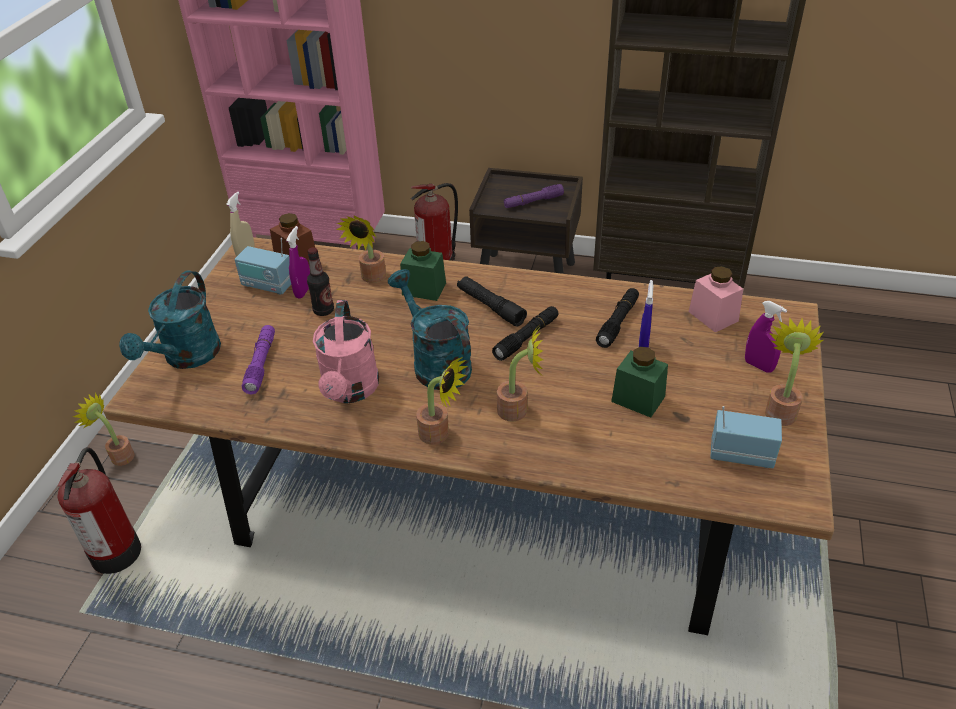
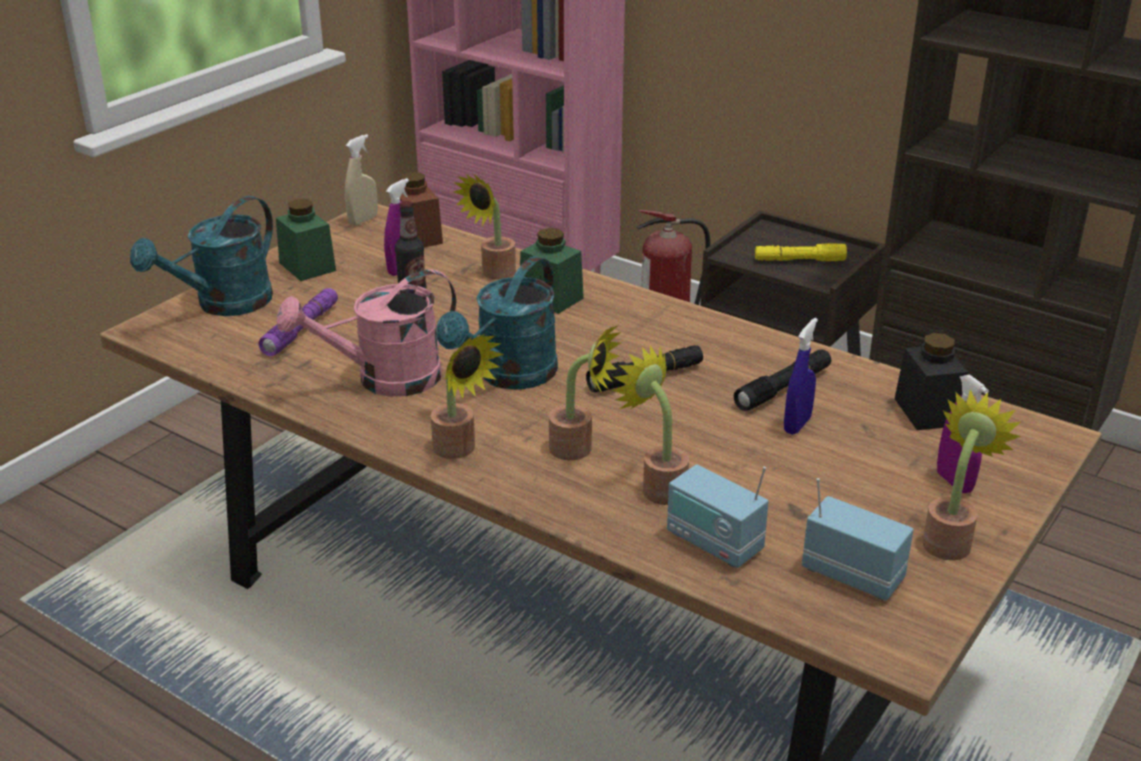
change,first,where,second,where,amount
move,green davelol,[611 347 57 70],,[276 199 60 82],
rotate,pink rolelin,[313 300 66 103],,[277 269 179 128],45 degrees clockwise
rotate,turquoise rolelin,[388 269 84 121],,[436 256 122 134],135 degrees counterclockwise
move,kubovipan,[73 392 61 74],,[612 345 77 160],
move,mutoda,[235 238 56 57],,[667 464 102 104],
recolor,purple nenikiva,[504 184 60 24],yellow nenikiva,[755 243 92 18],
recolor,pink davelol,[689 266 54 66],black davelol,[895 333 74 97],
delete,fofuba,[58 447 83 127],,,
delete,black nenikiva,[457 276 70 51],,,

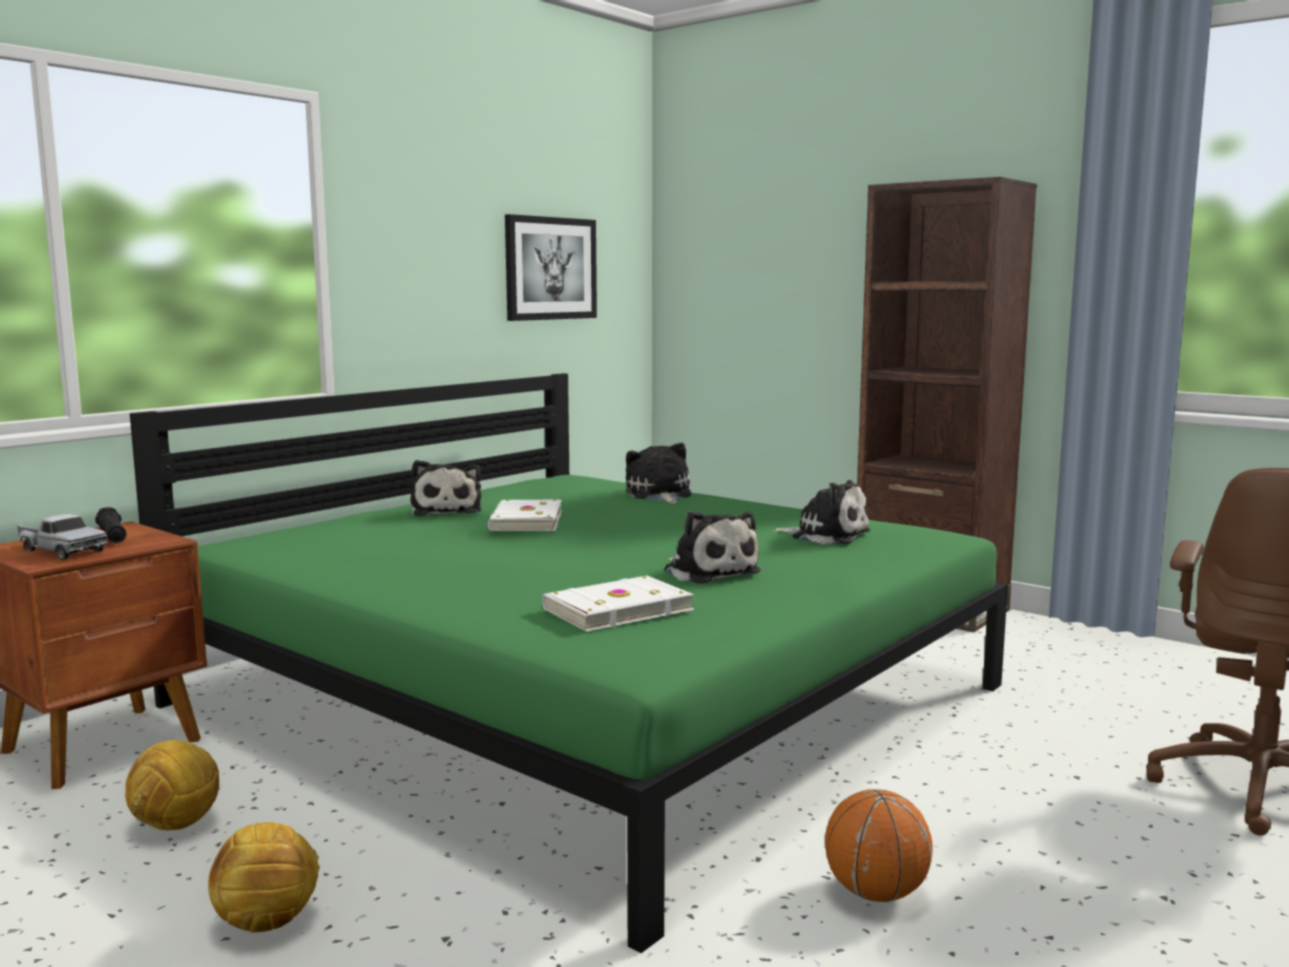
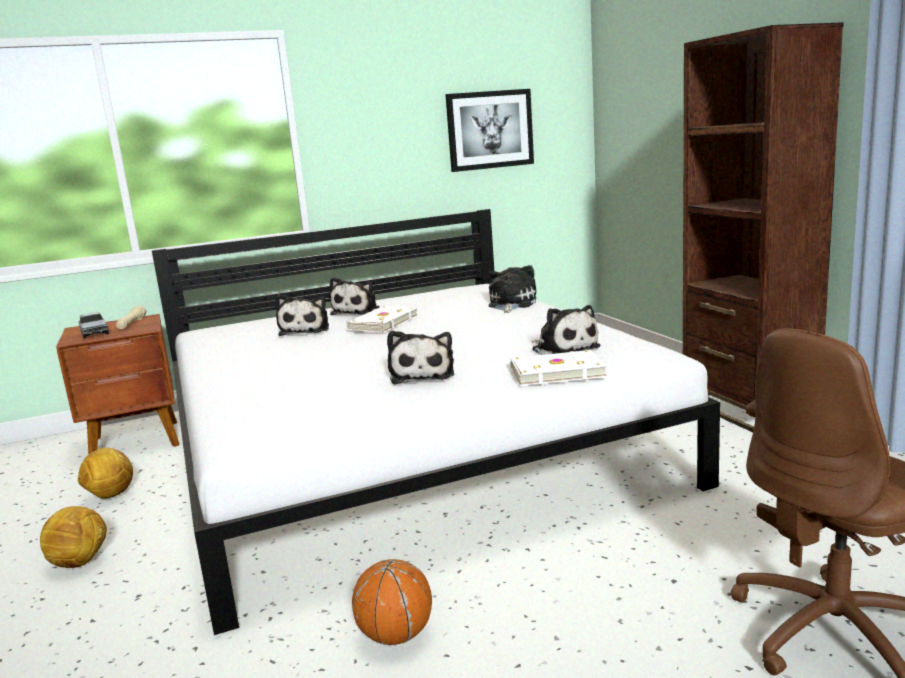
change,first,where,second,where,amount
recolor,black nenikiva,[95 507 32 36],beige nenikiva,[116 306 31 23],
recolor,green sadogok,[130 373 878 580],white sadogok,[152 209 568 426],
insert,,,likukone,[275 295 54 41],
move,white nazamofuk,[542 576 152 56],,[510 350 97 36],

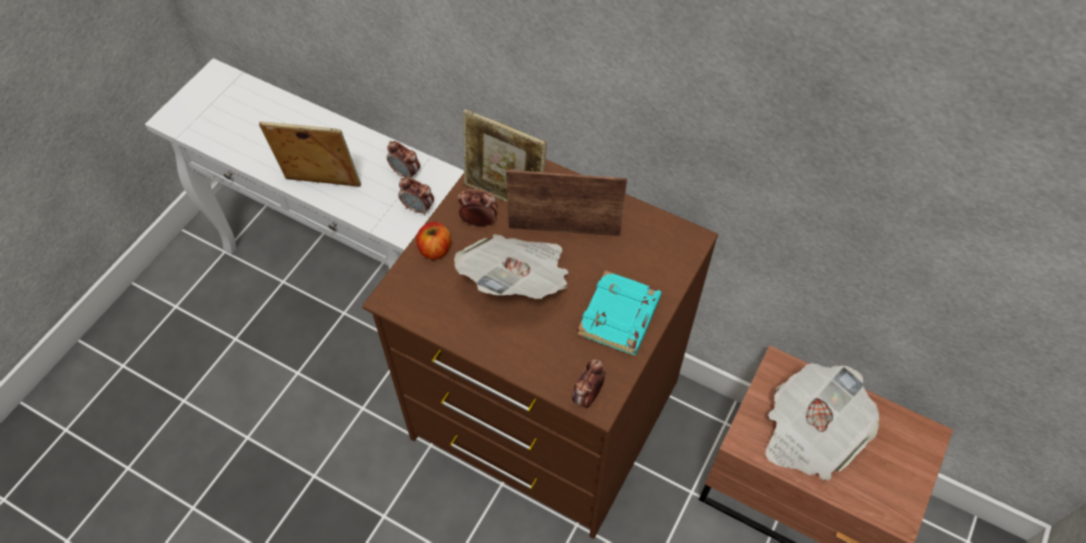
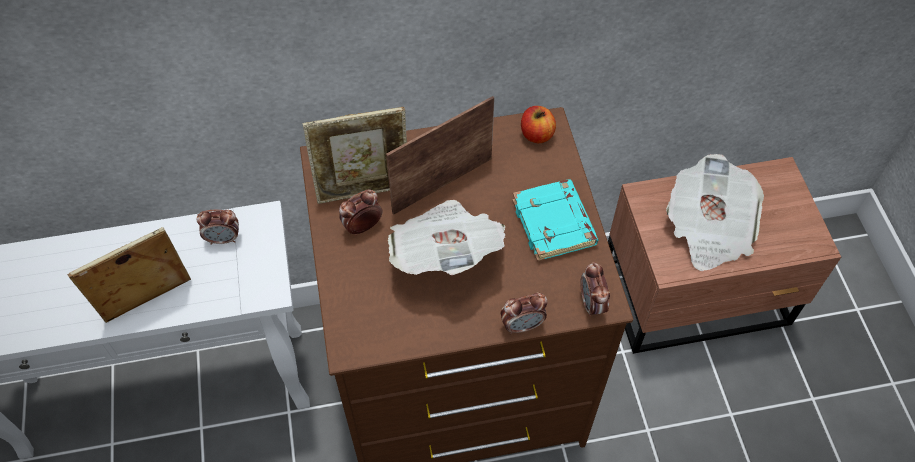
change,first,where,second,where,amount
move,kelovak,[398 177 36 38],,[500 292 48 42],
move,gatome,[416 222 35 38],,[521 106 35 37],

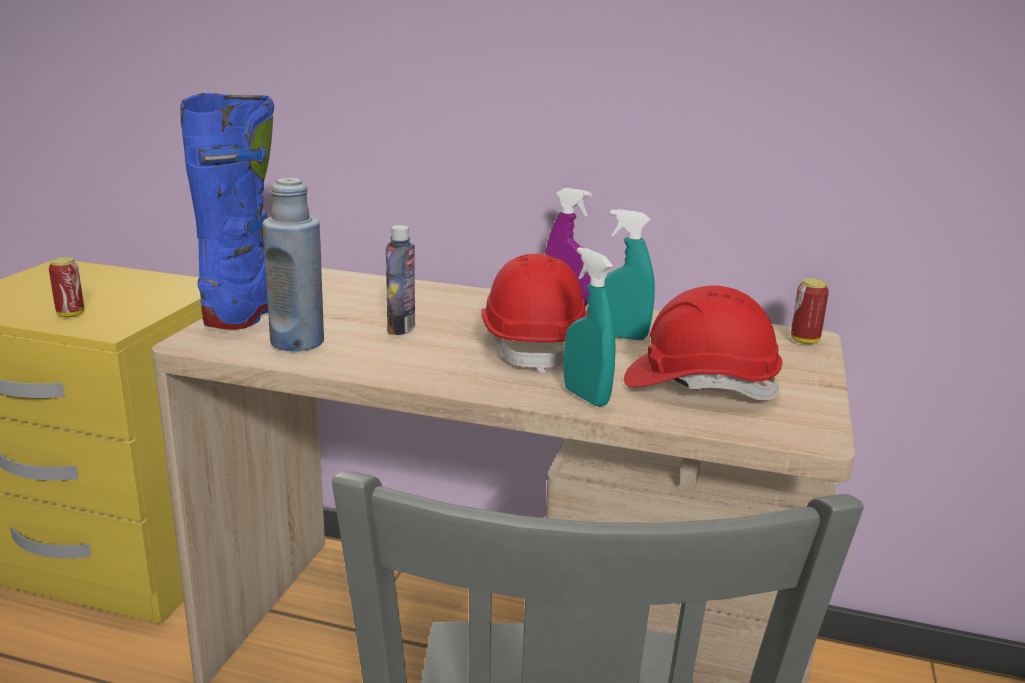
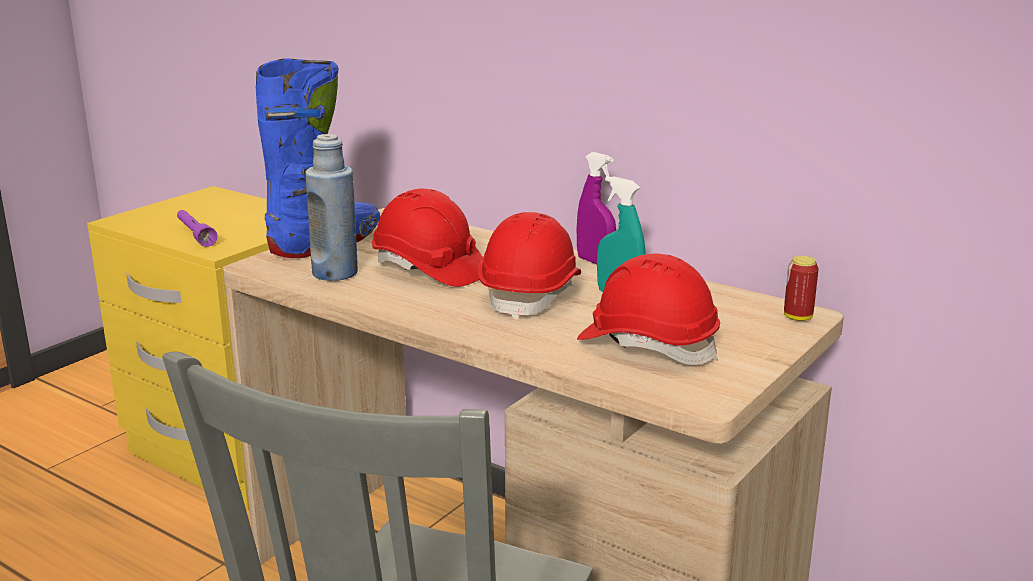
change,first,where,second,where,amount
replace,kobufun,[49 257 35 60],purple nenikiva,[177 210 40 37],
replace,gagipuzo,[386 225 29 110],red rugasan,[372 188 111 99],
delete,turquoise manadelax,[564 247 52 160],,,

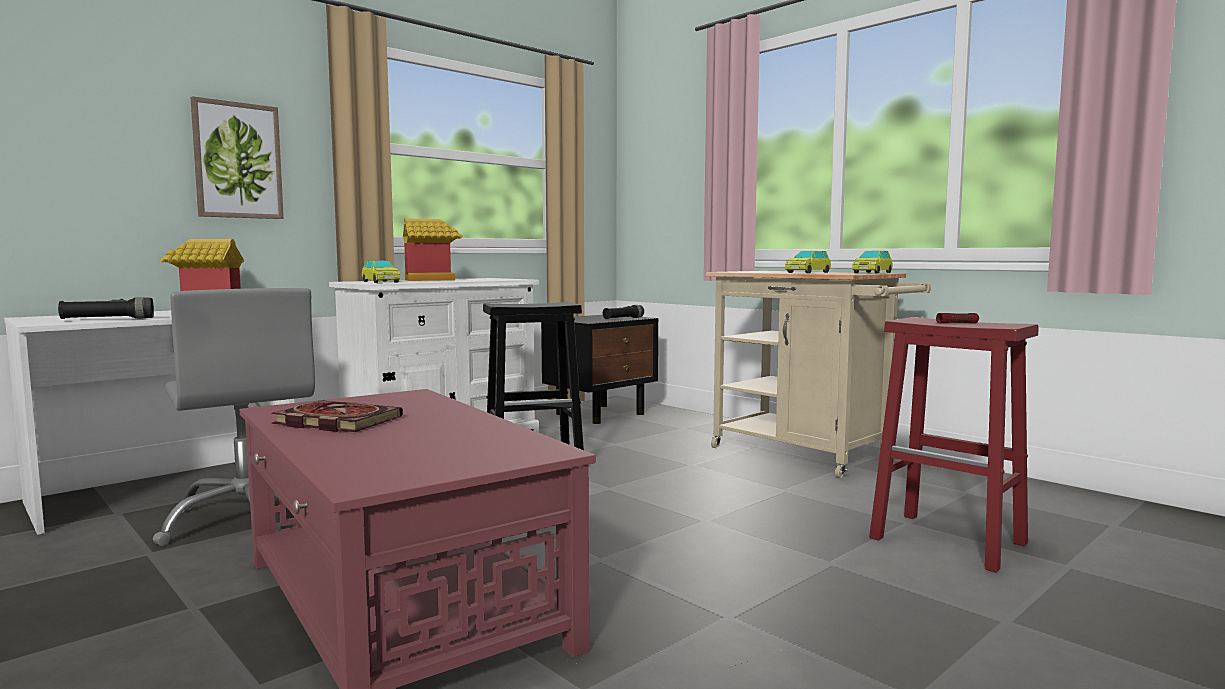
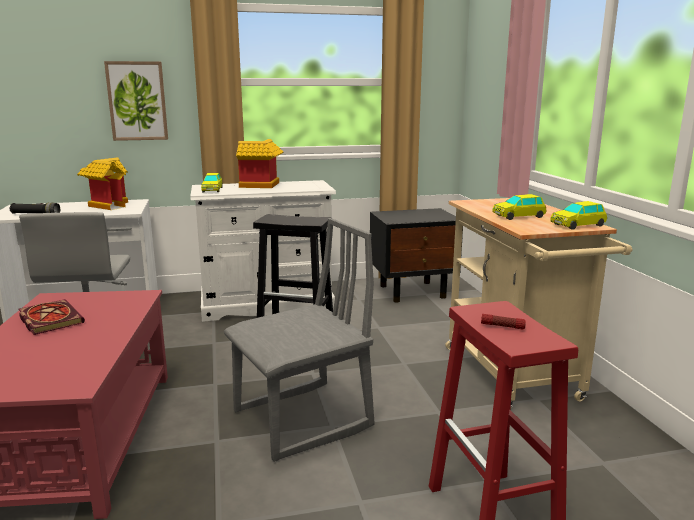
change,first,where,second,where,amount
insert,,,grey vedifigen,[224 218 150 244],
delete,black nenikiva,[603 305 41 14],,,

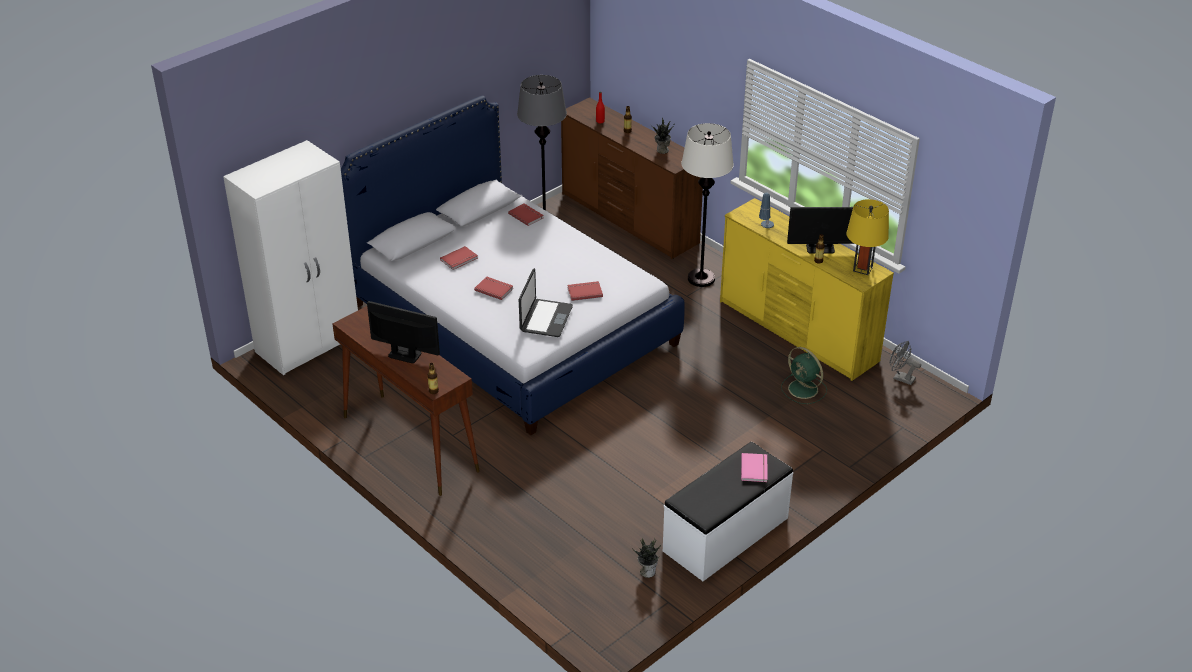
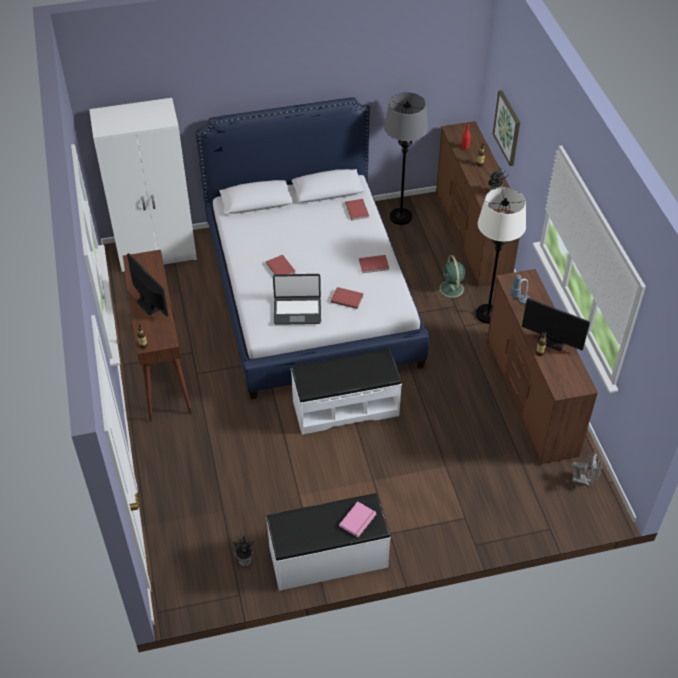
change,first,where,second,where,amount
rotate,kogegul,[519 268 54 69],,[273 274 48 51],45 degrees clockwise
insert,,,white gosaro,[291 348 111 87],
move,red nazamofuk,[440 246 38 24],,[359 255 30 18],
move,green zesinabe,[781 347 46 57],,[435 255 35 47],
recolor,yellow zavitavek,[720 198 174 183],brown zavitavek,[487 269 111 196],
insert,,,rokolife,[493 90 27 76],
rotate,grey zesinabe,[890 341 31 44],,[572 452 30 35],135 degrees clockwise
delete,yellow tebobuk,[847 199 42 76],,,

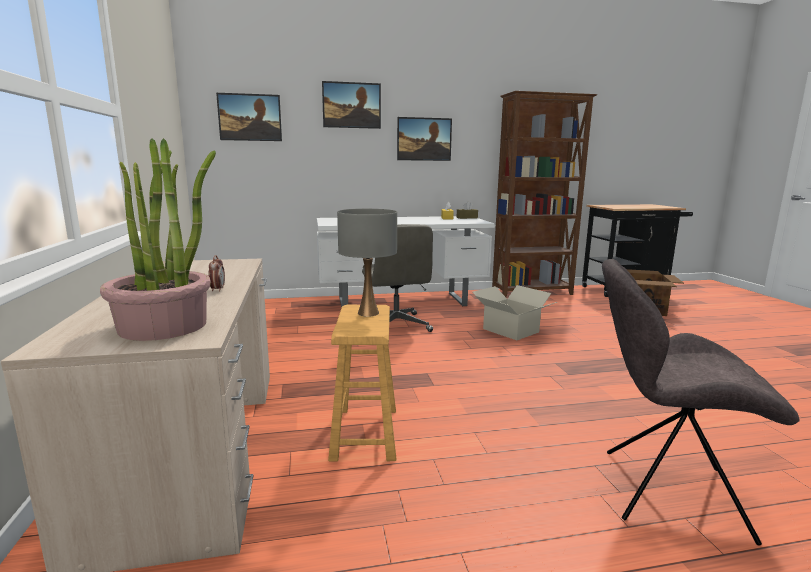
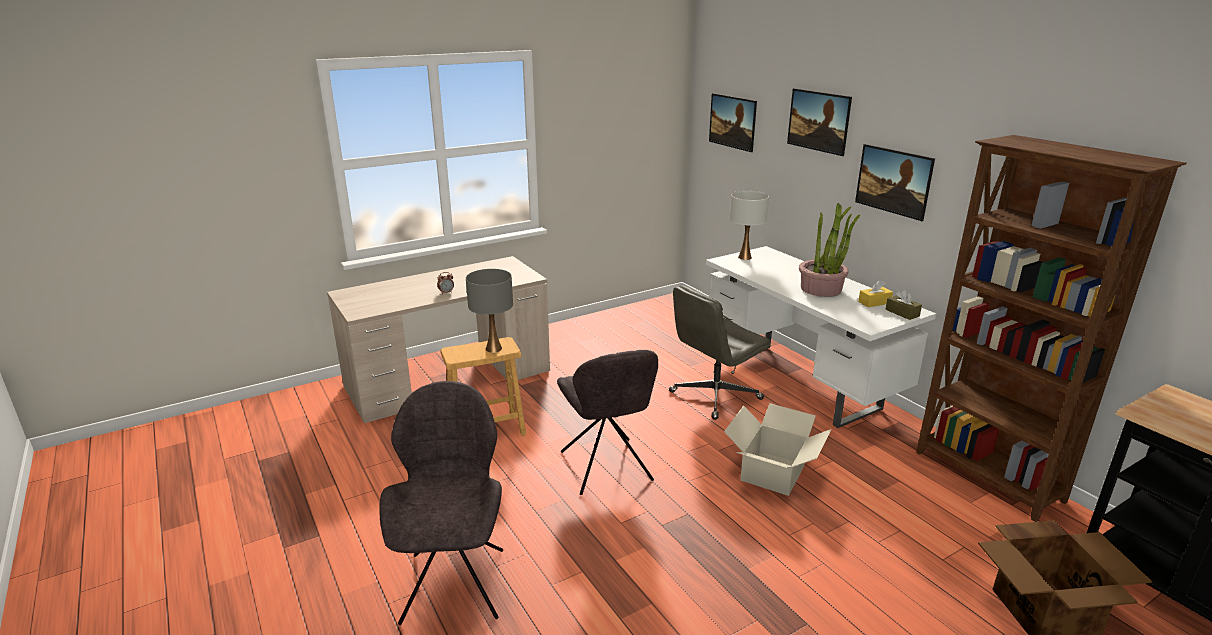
change,first,where,second,where,amount
insert,,,grey vedifigen,[557 350 101 145],
insert,,,white tebobuk,[730 191 39 69],
move,kubovipan,[100 138 116 203],,[799 203 61 94],

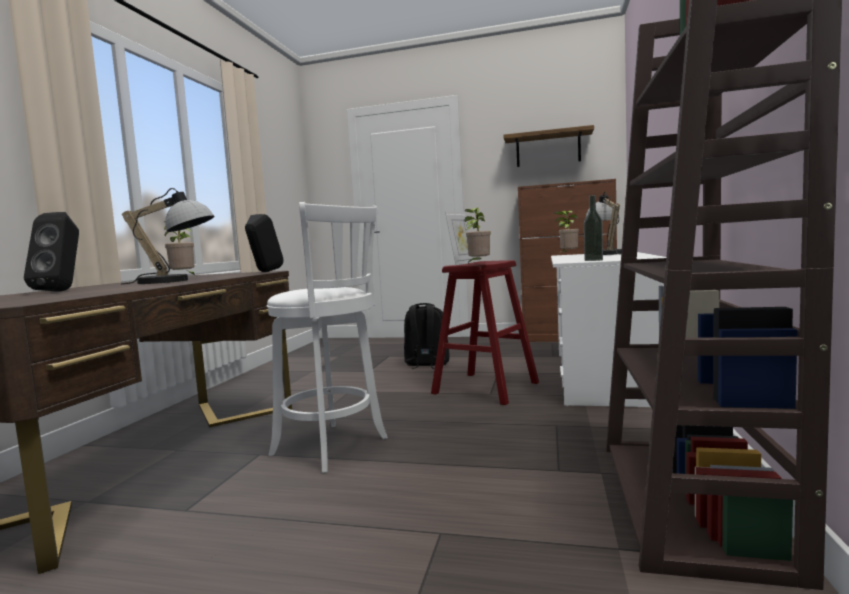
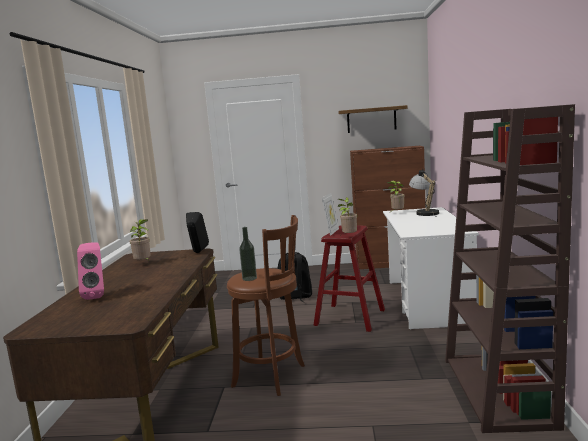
change,first,where,second,where,amount
recolor,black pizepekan,[24 212 55 80],pink pizepekan,[77 242 27 58],
recolor,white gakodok,[267 202 121 271],brown gakodok,[227 215 78 181],
move,gagipuzo,[584 195 19 66],,[239 227 18 54],
delete,tebobuk,[121 188 93 96],,,

